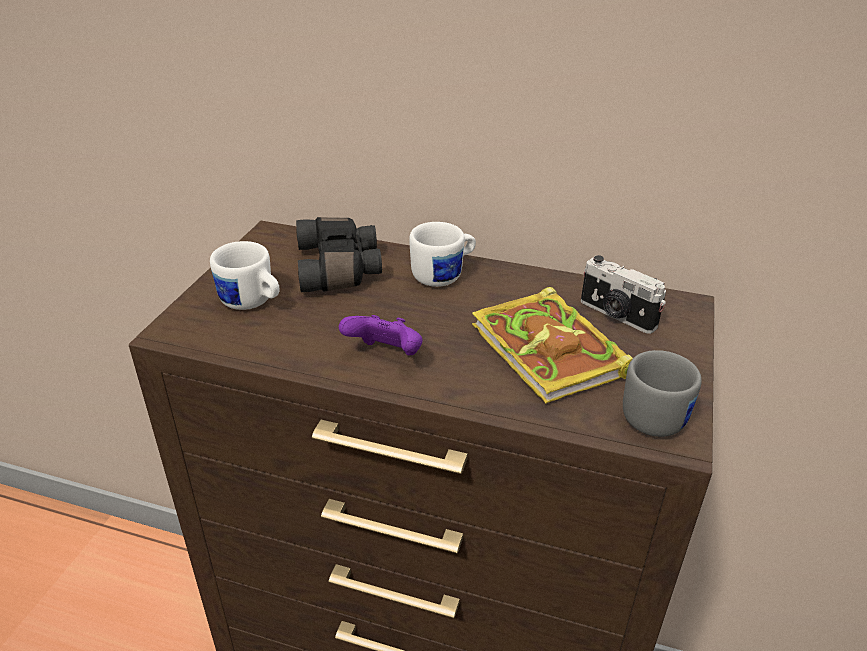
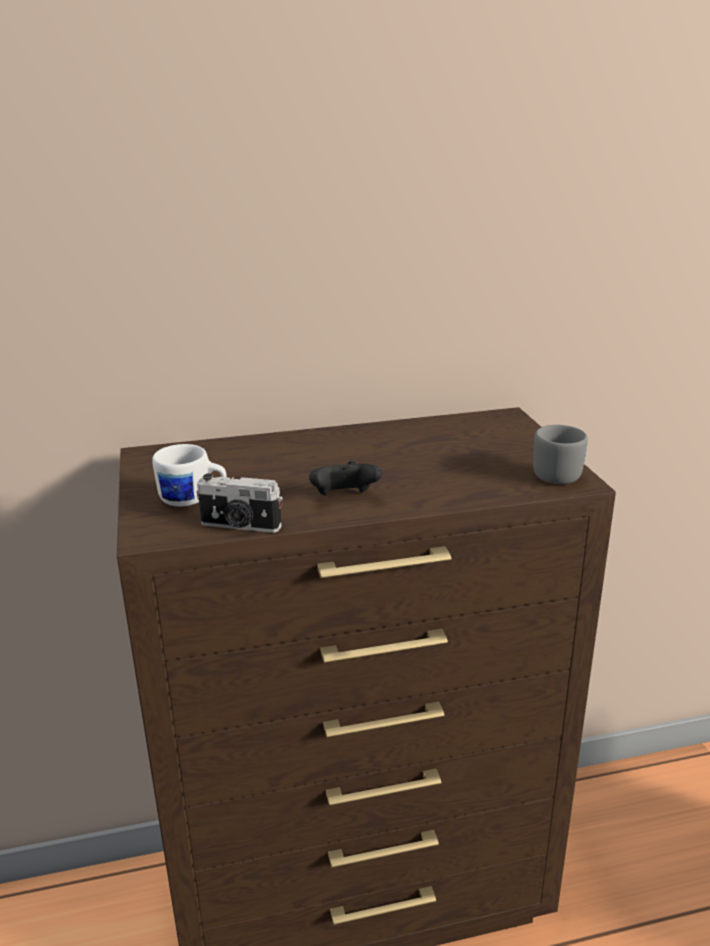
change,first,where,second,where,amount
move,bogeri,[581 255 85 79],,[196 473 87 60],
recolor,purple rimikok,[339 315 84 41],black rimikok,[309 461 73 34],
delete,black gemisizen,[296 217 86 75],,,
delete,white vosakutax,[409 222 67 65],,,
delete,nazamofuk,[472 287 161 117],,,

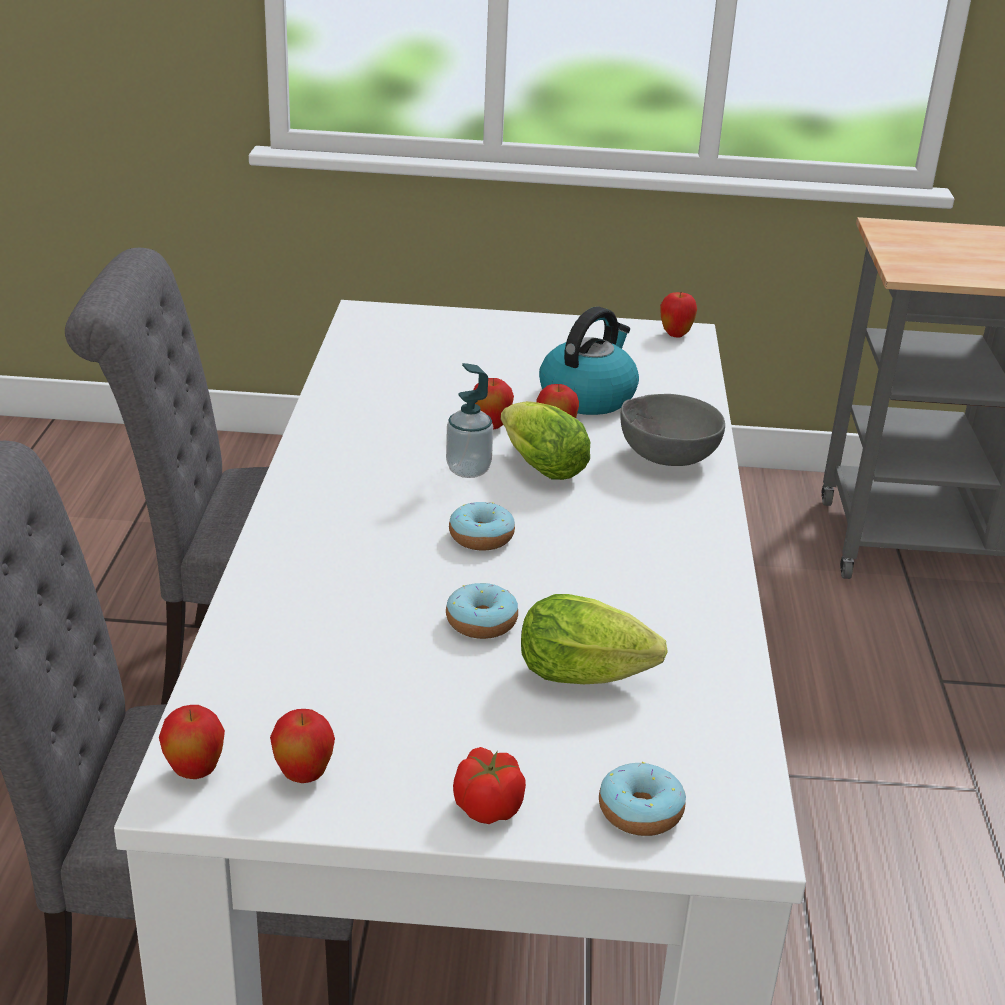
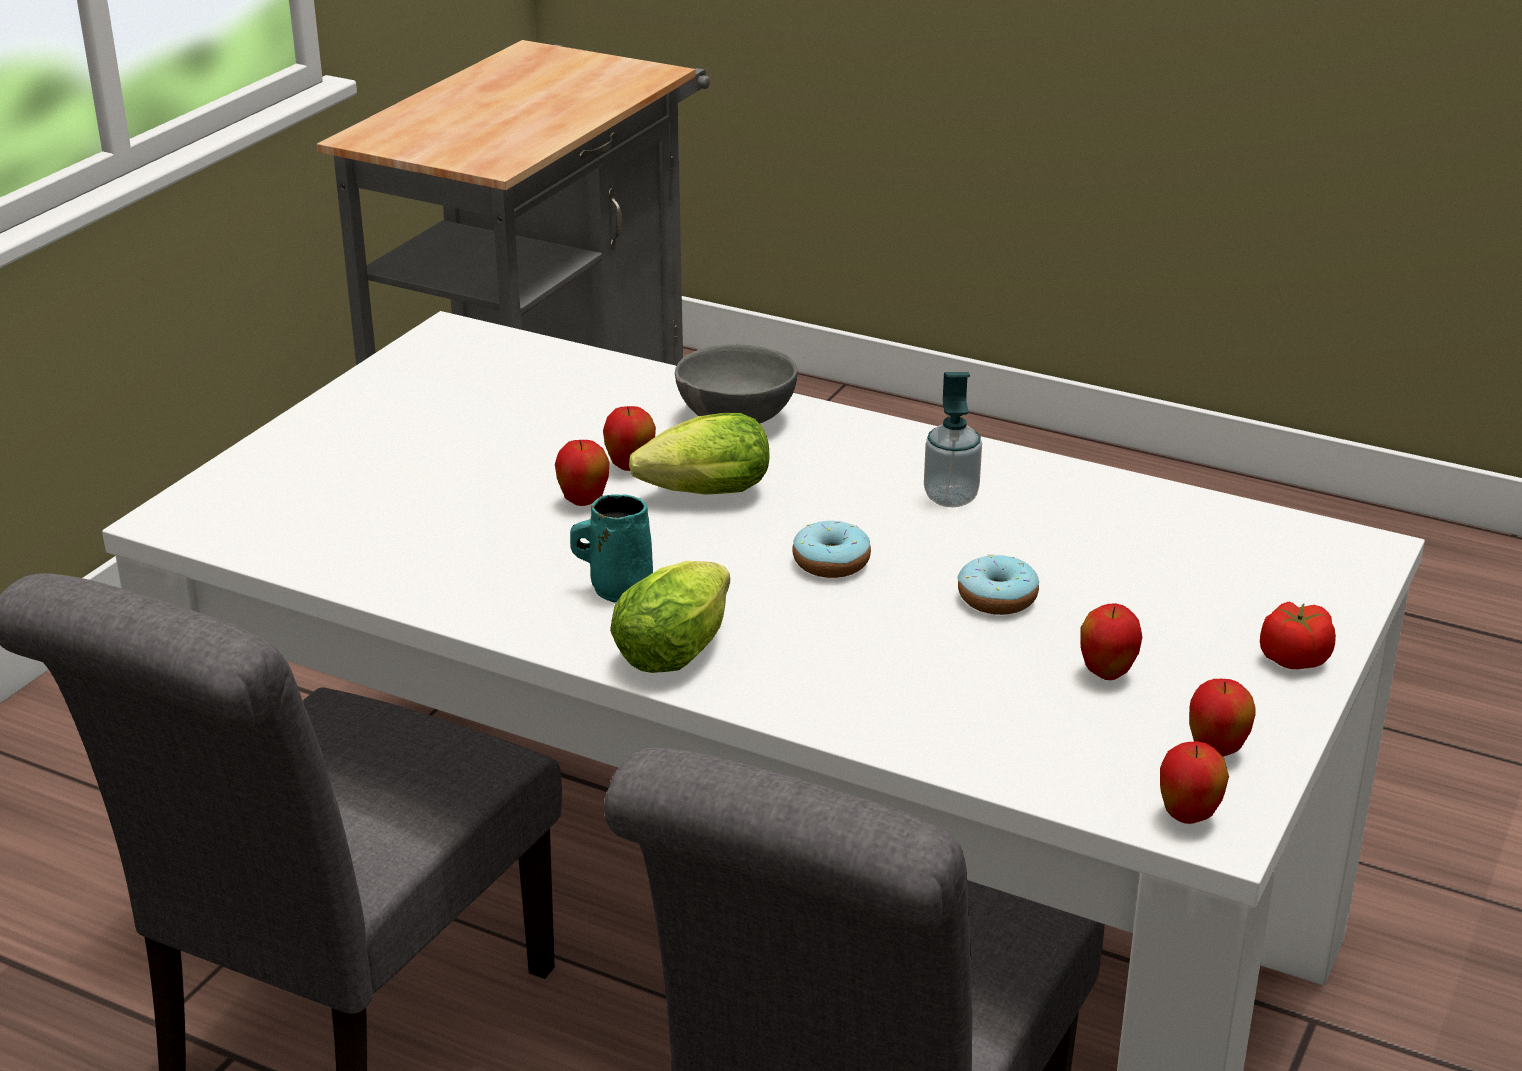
change,first,where,second,where,amount
insert,,,turquoise vosakutax,[570 494 83 109],
move,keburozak,[521 594 147 90],,[610 561 120 112],
move,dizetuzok,[446 363 47 115],,[924 372 58 135],
move,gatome,[660 292 37 46],,[1080 603 62 77],
delete,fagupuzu,[539 307 100 108],,,
delete,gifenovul,[599 762 87 74],,,

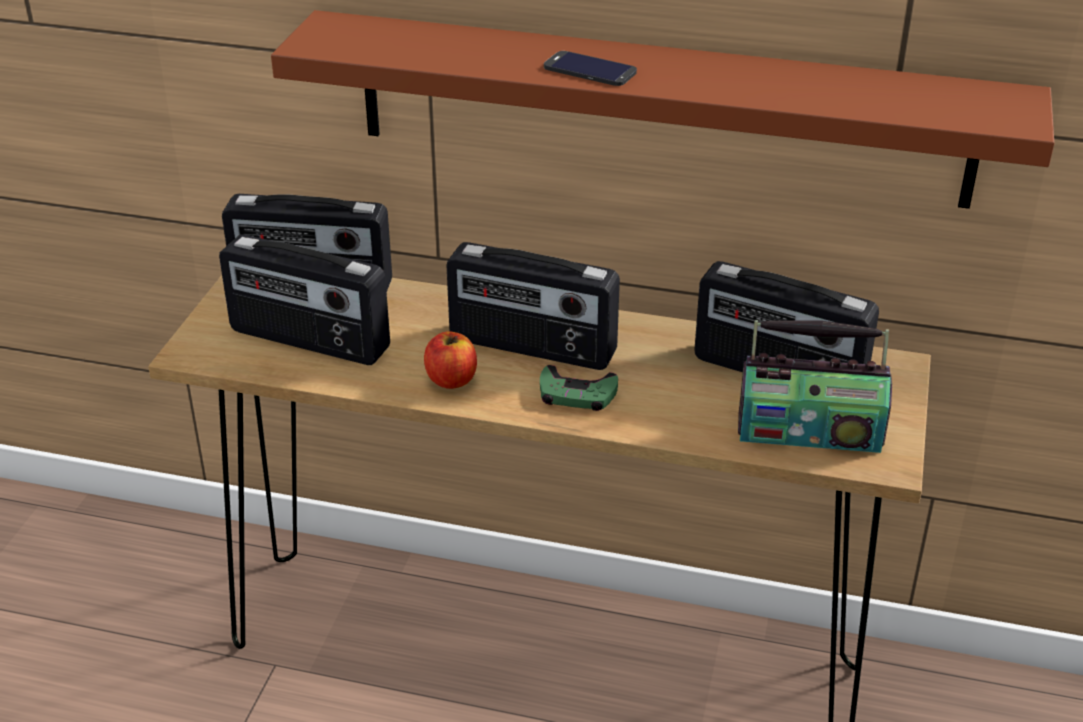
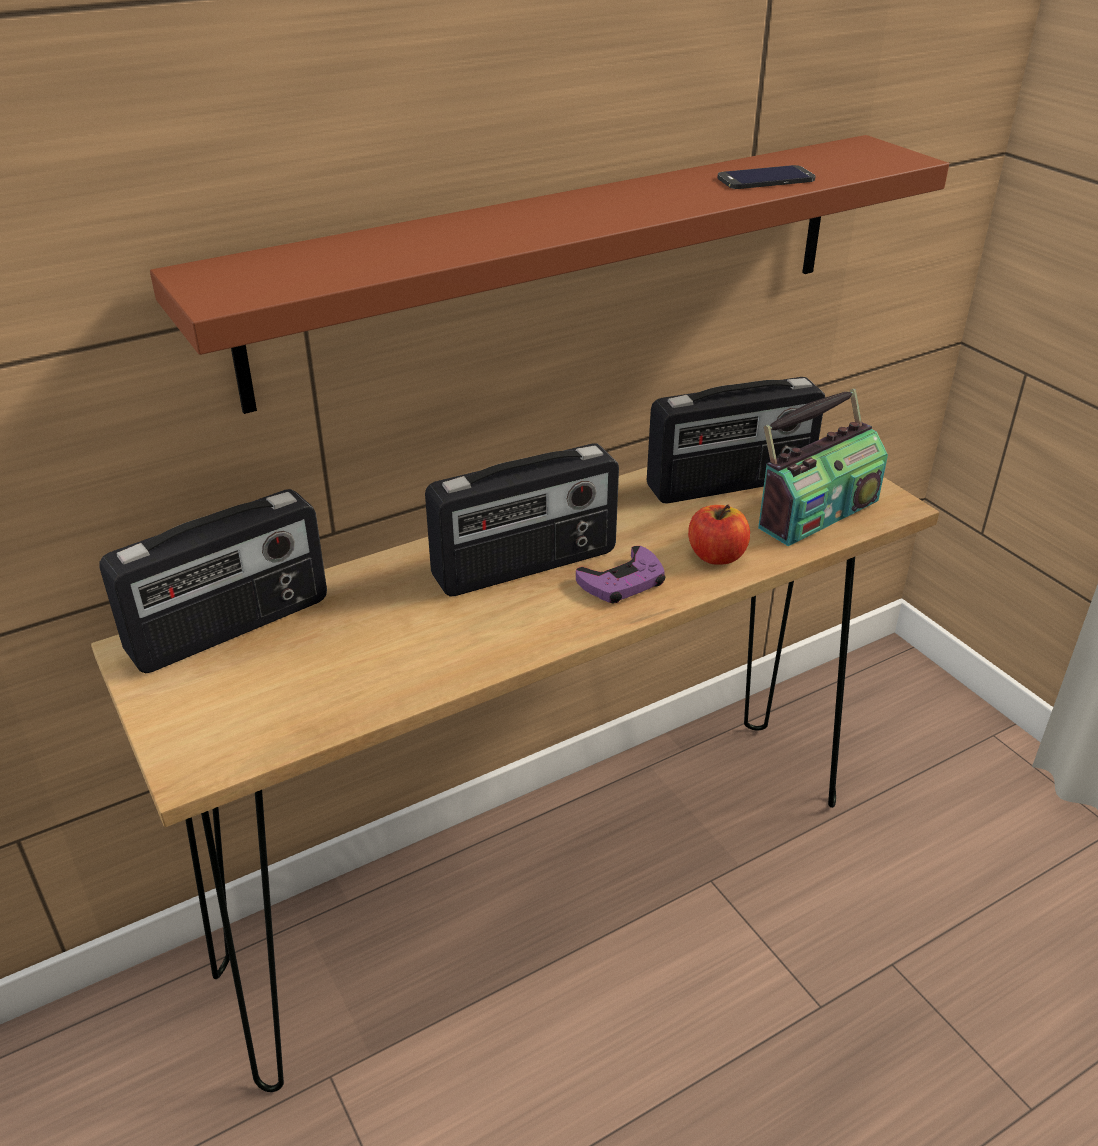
change,first,where,second,where,amount
recolor,green rimikok,[540 365 78 46],purple rimikok,[576 546 89 57],
move,gatome,[424 331 53 58],,[688 505 62 60],
move,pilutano,[544 51 93 35],,[718 165 97 24],
delete,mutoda,[219 234 171 131],,,

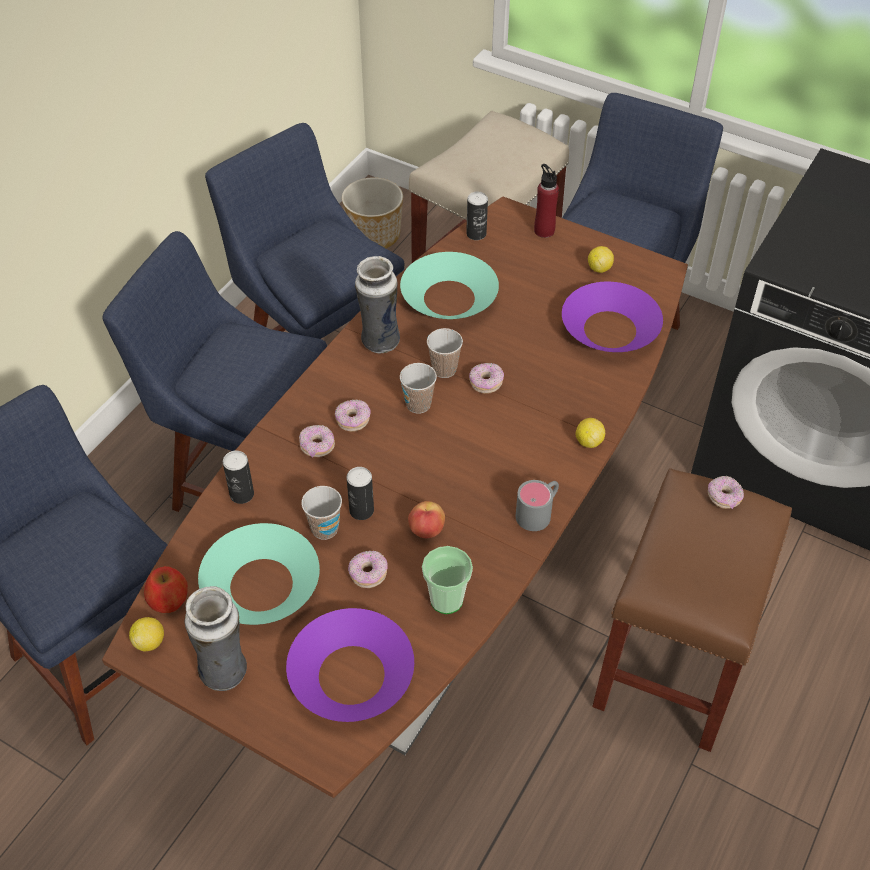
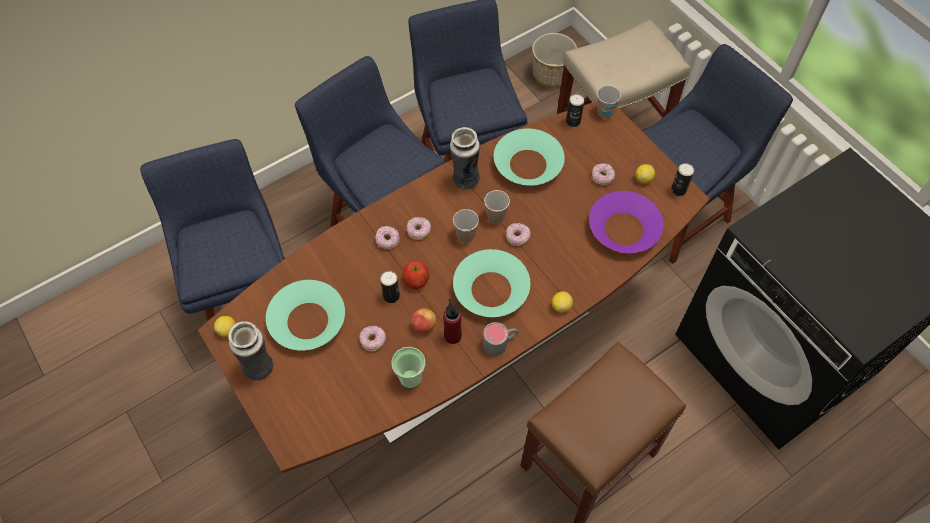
change,first,where,second,where,amount
move,gatome,[144 566 44 47],,[402 260 28 29],
move,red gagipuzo,[534 164 25 74],,[443 299 19 45],
insert,,,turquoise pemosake,[453 249 77 68],
move,gifenovul,[708 476 36 33],,[592 164 23 21],
move,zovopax,[301 486 41 54],,[597 86 24 32],
move,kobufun,[223 450 31 54],,[671 163 23 33],
delete,purple pemosake,[286 608 128 114],,,

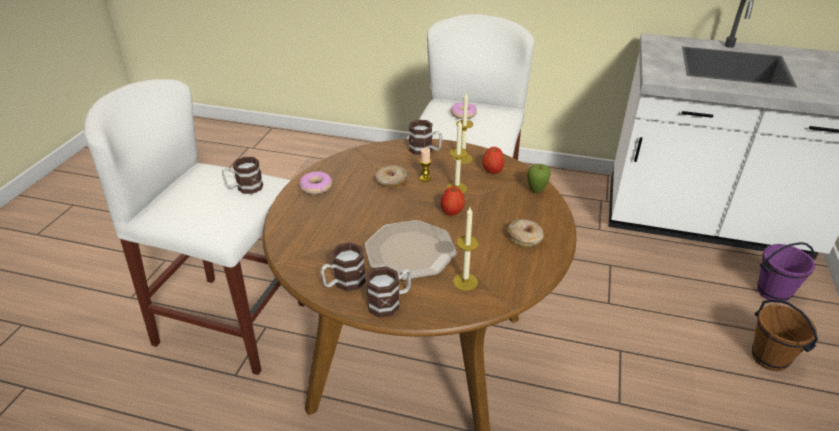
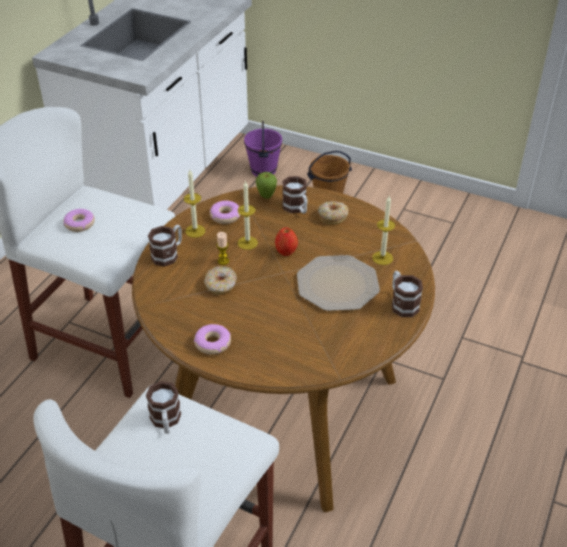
change,first,where,second,where,amount
replace,gatome,[482 147 23 27],gifenovul,[210 201 30 23],
move,vosakutax,[320 242 46 49],,[282 176 26 38],

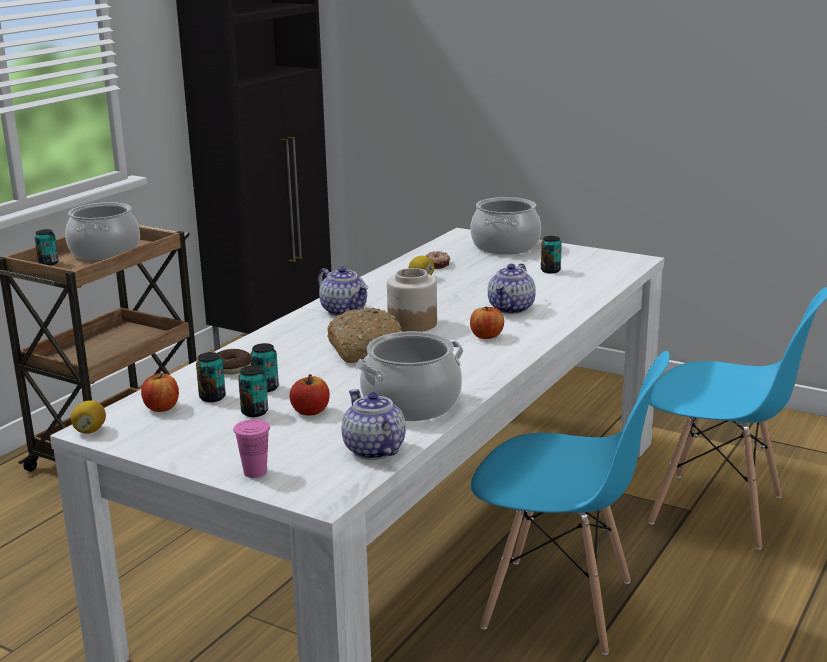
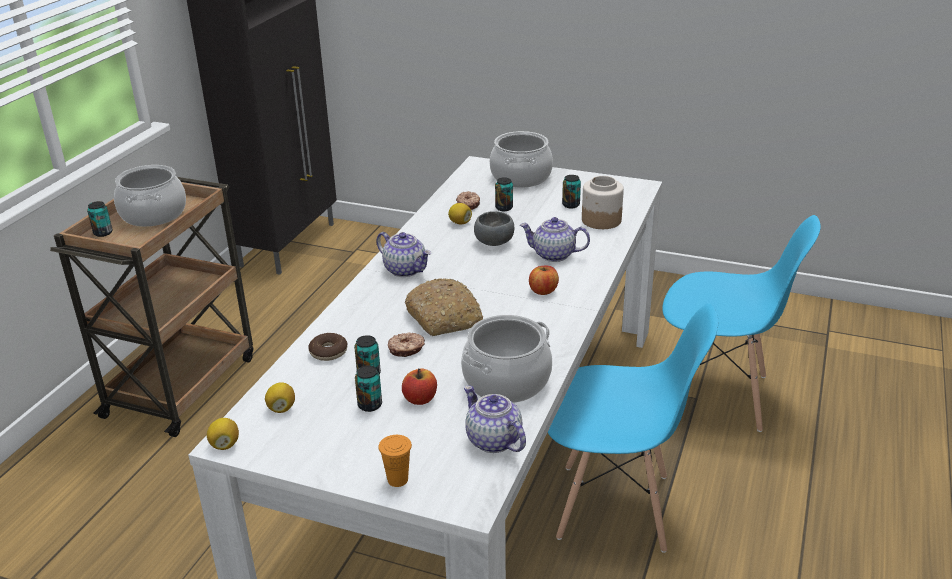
change,first,where,second,where,amount
replace,gatome,[141 373 38 39],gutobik,[265 382 30 31],
recolor,pink zovopax,[233 419 37 59],orange zovopax,[378 435 34 52],
insert,,,gifenovul,[388 332 37 25],
insert,,,grey pemosake,[474 211 40 35],
move,kobufun,[196 352 30 50],,[495 178 18 33],
rotate,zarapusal,[488 263 48 51],,[520 217 70 45],90 degrees clockwise
move,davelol,[387 268 50 64],,[582 176 42 53],

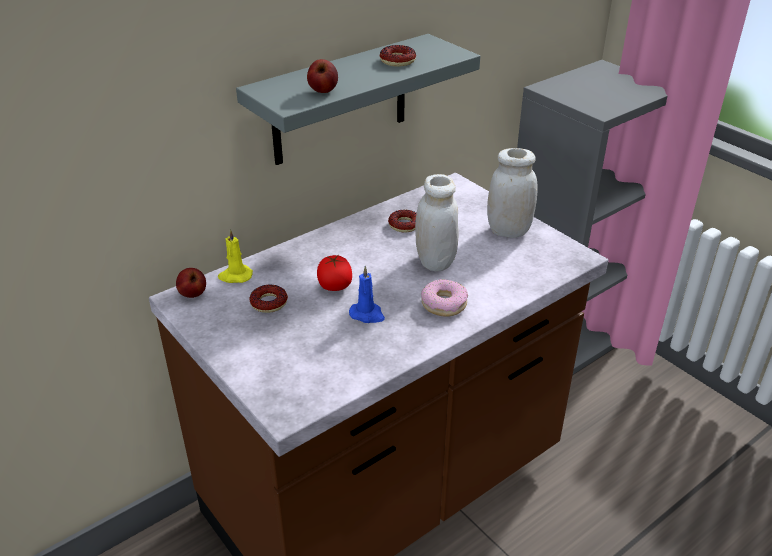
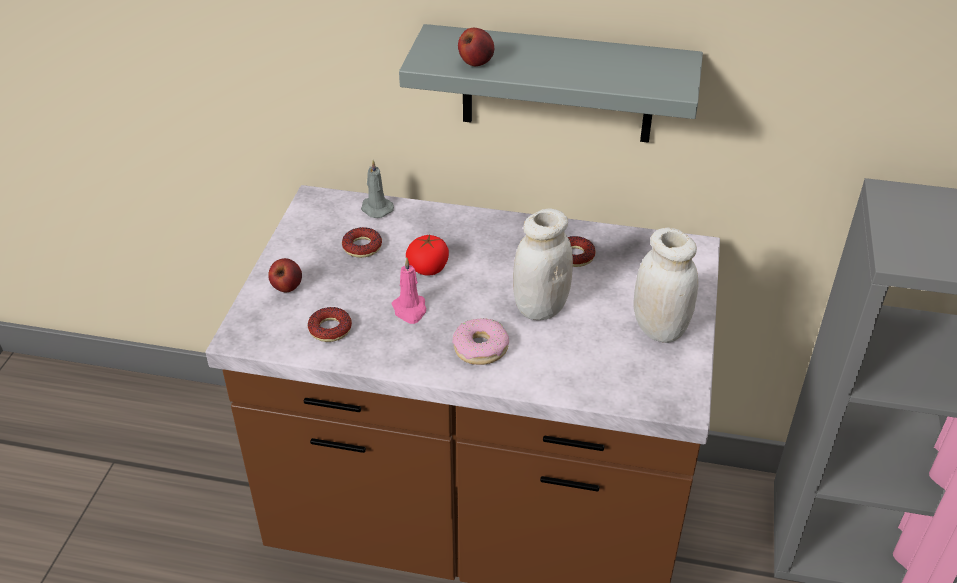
change,first,where,second,where,amount
move,gatome,[176 268 30 30],,[268 258 34 34],
move,gifenovul,[380 45 36 22],,[308 307 44 35],
recolor,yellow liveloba,[218 229 35 54],grey liveloba,[361 160 33 58],
recolor,blue liveloba,[349 266 36 57],pink liveloba,[392 258 34 66],

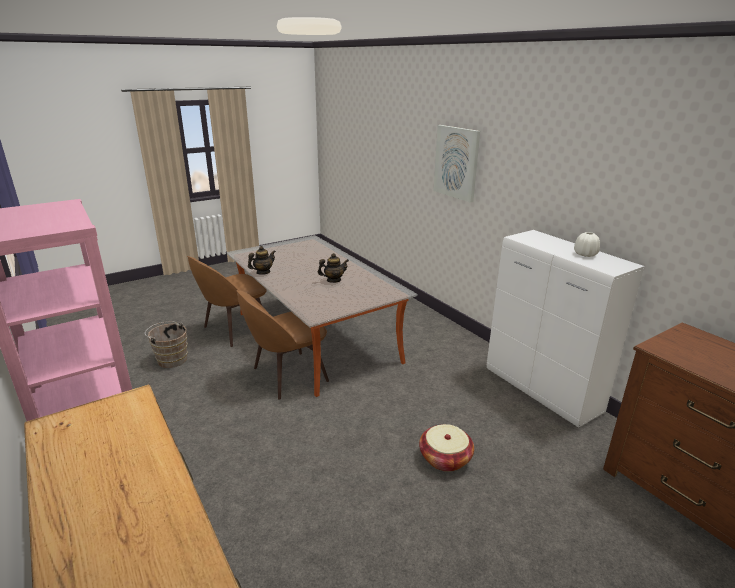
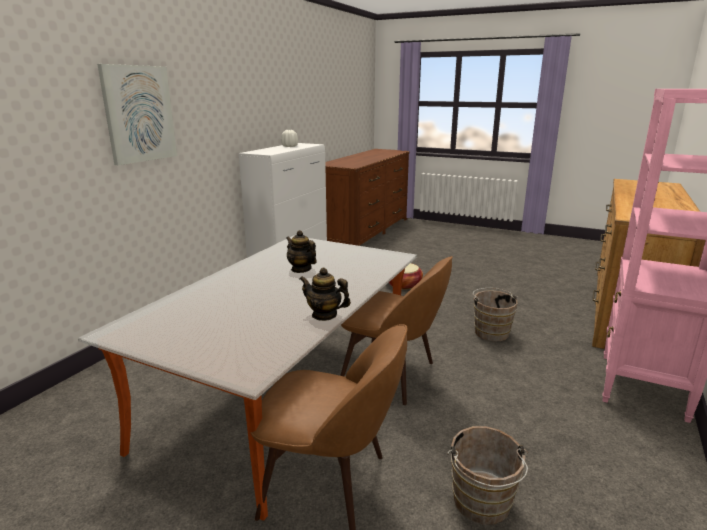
change,first,where,second,where,amount
insert,,,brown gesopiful,[473 288 45 54],

